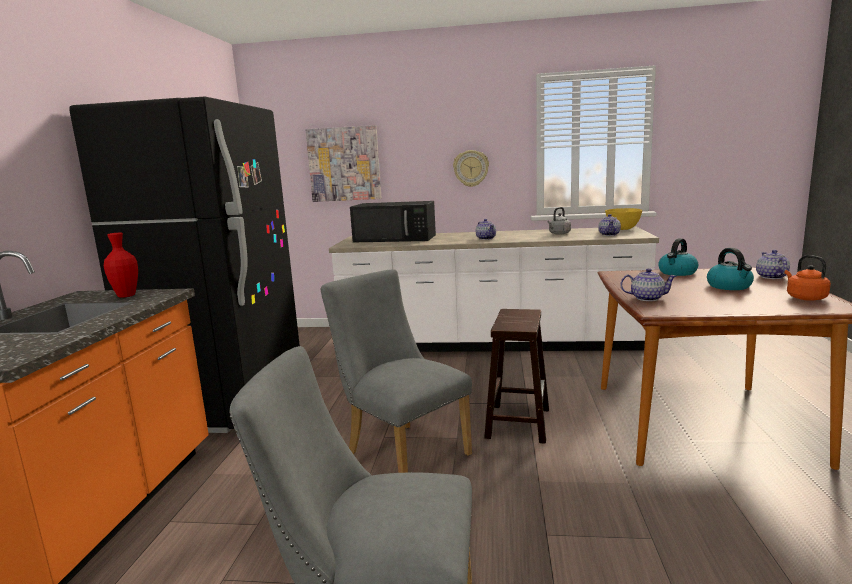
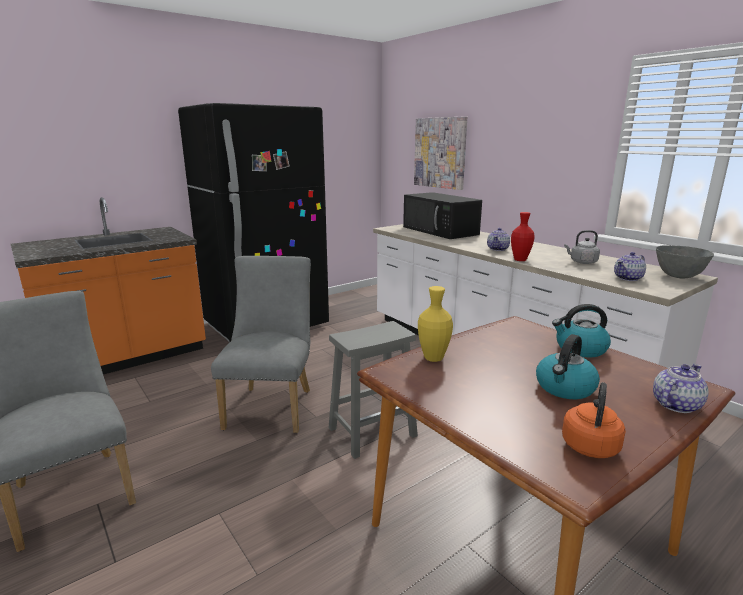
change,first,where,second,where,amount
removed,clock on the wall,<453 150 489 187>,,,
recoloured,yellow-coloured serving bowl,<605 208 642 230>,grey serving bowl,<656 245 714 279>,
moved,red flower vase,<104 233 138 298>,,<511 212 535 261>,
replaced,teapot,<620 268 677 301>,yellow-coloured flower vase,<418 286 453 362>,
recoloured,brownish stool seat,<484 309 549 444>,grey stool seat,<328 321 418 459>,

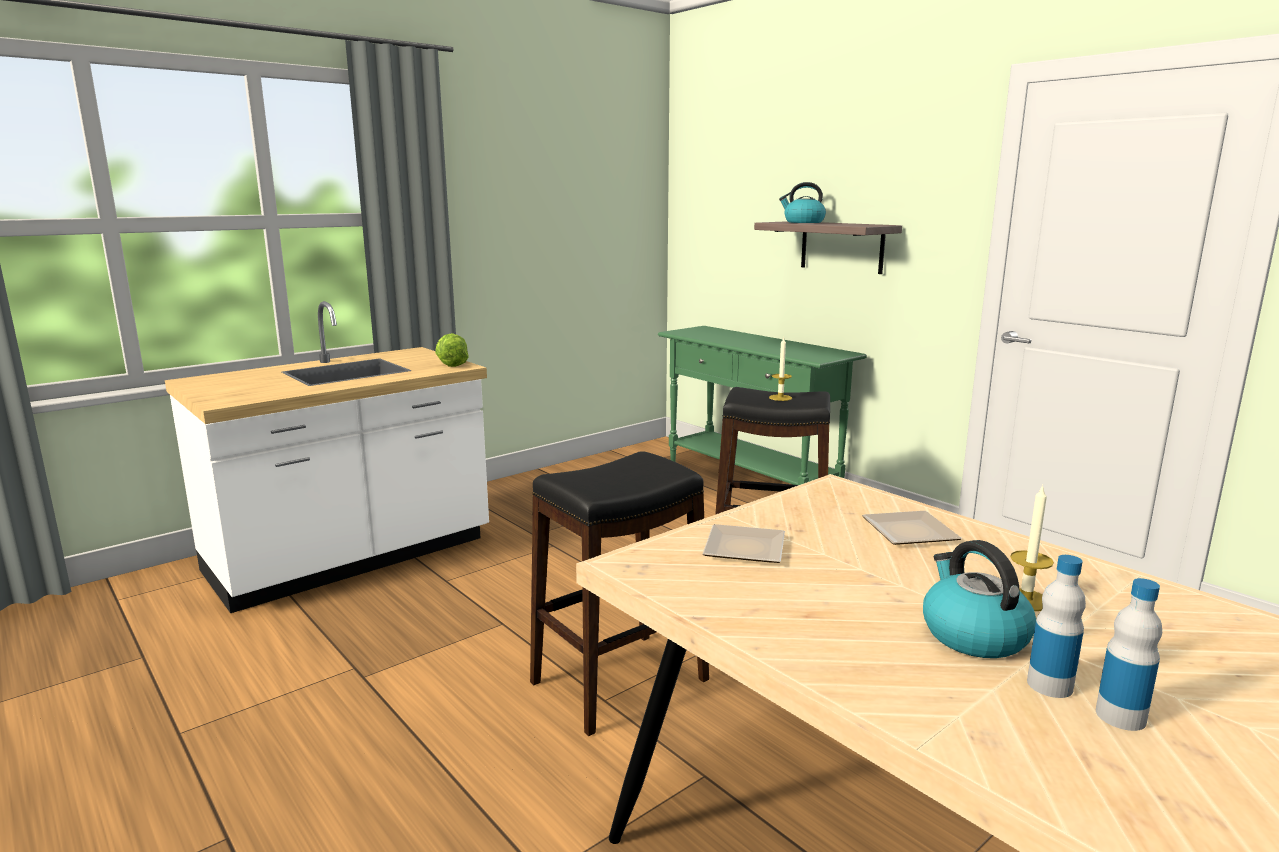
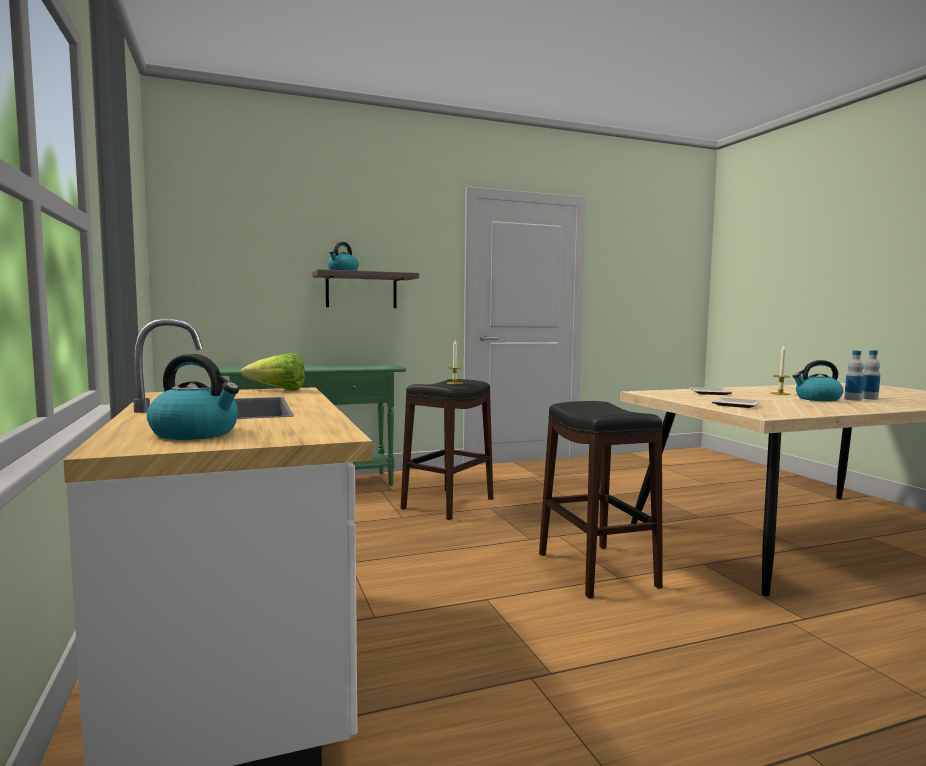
change,first,where,second,where,amount
added,,,kettle,<147 354 240 440>,

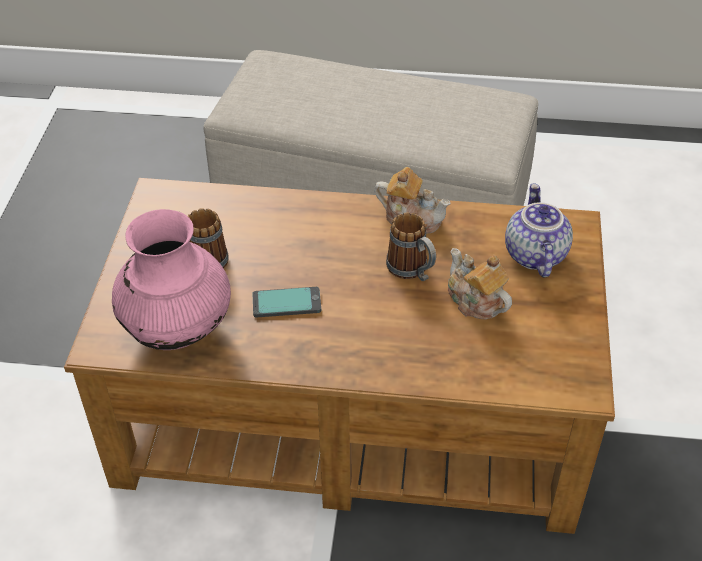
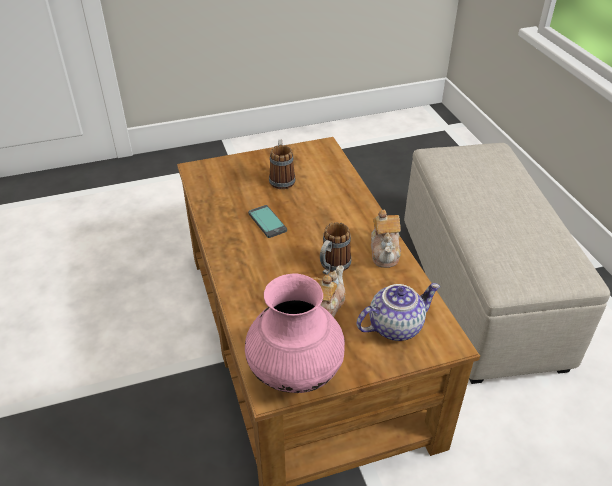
change,first,where,second,where,amount
moved,pinkish flower vase,<112 209 231 350>,,<245 273 345 393>,

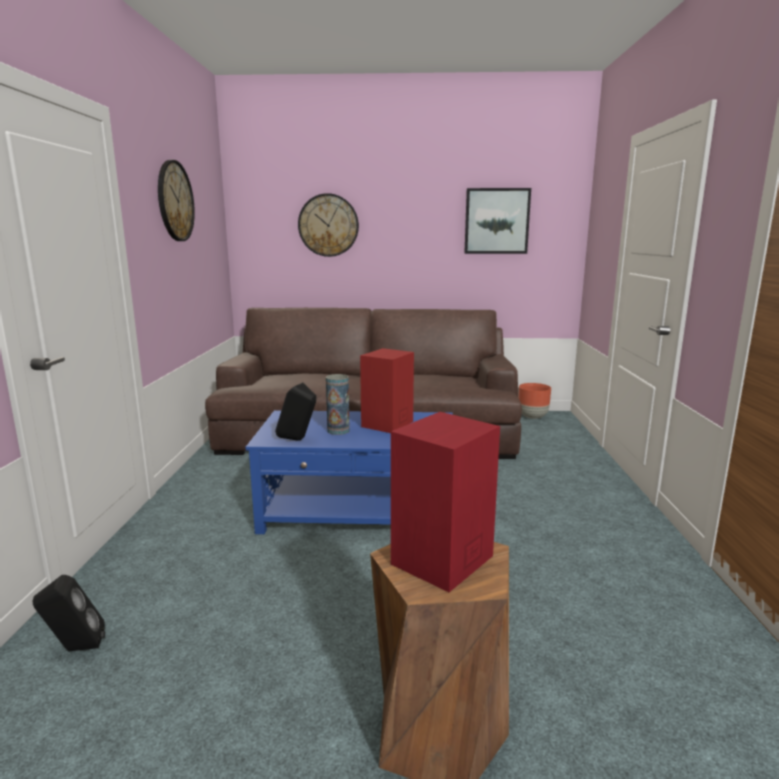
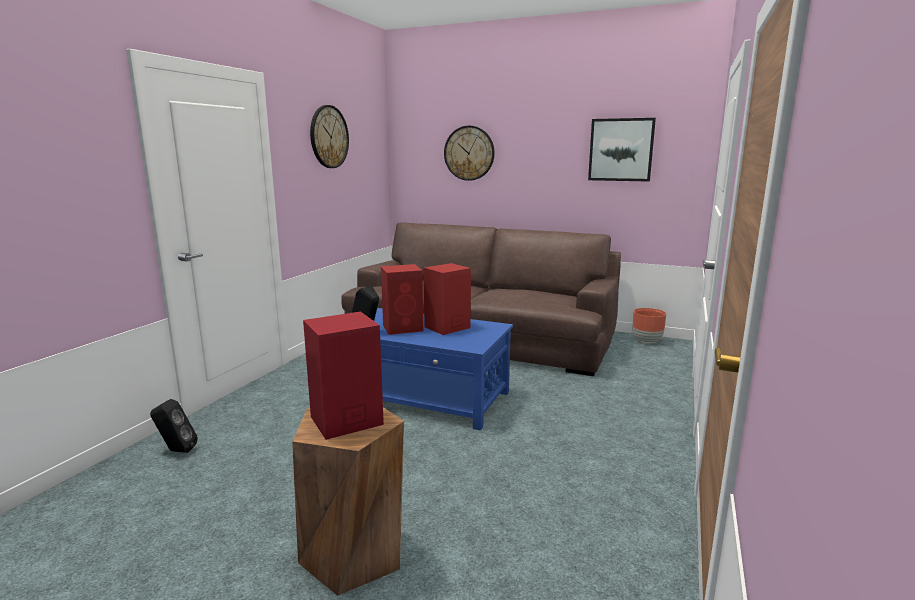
change,first,where,second,where,amount
replaced,flower vase,<326 374 350 435>,red speaker,<381 264 423 335>,

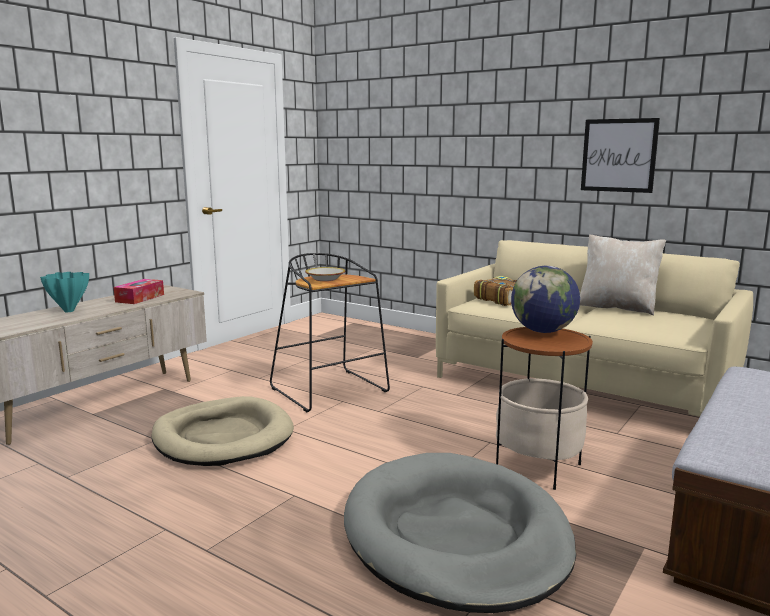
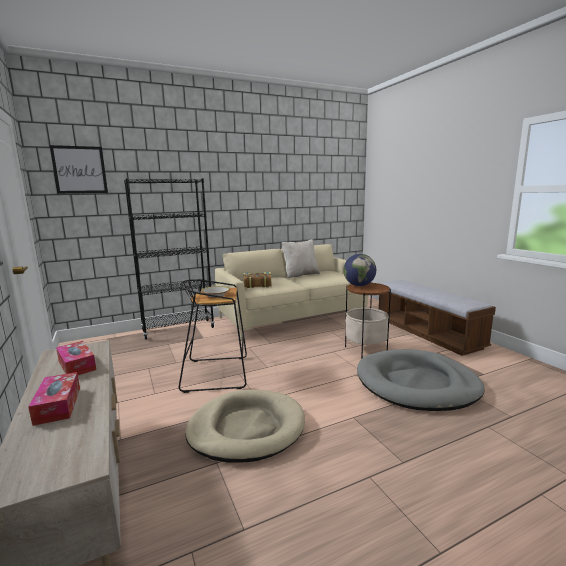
change,first,where,second,where,amount
moved,wall art,<581 118 660 193>,,<50 145 108 194>,
replaced,blue-green flower vase,<40 272 89 312>,tissue holder,<28 372 80 426>,
added,,,black bookshelf,<124 178 215 340>,

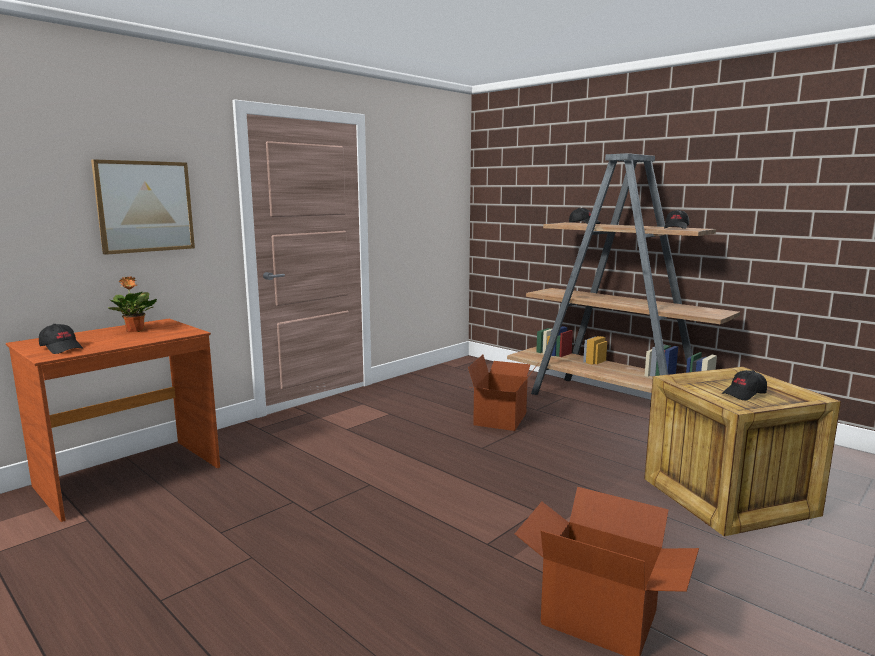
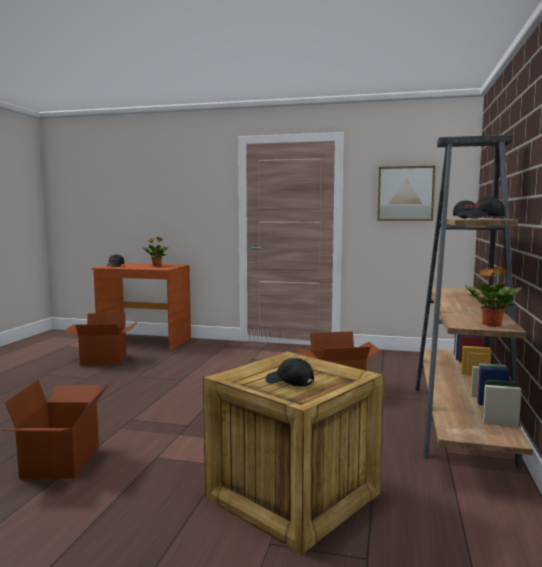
change,first,where,second,where,amount
moved,wall art,<91 159 195 255>,,<377 166 435 221>,
added,,,potted plant,<464 266 522 327>,
added,,,carton,<64 313 138 366>,

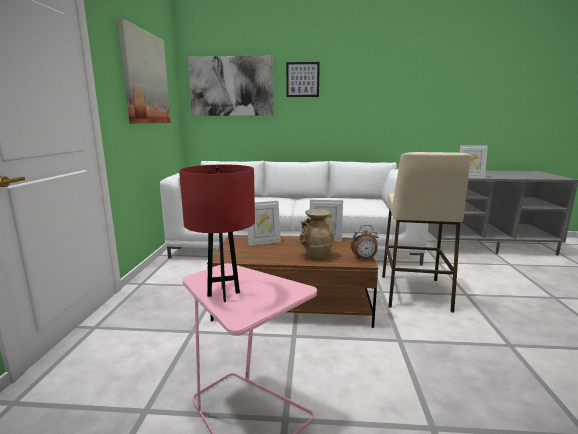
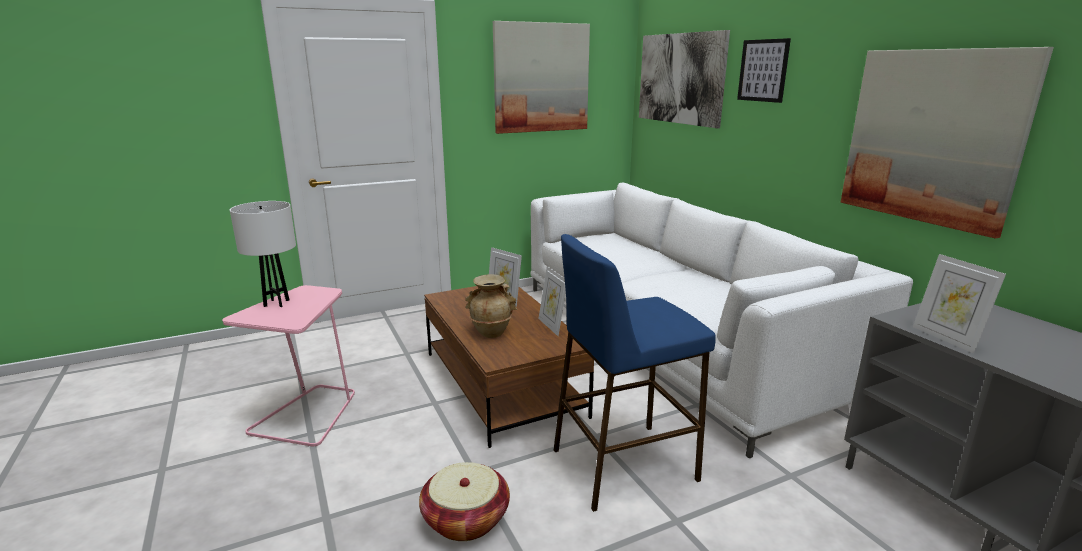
change,first,where,second,where,amount
recoloured,beige-coloured stool seat,<382 152 471 312>,blue-coloured stool seat,<554 234 716 512>,
recoloured,red lamp for a table,<179 165 255 302>,white-coloured lamp for a table,<230 201 296 307>,
removed,bedside clock,<351 225 378 260>,,,
added,,,wall art,<840 47 1054 239>,
added,,,household basket,<419 462 510 541>,

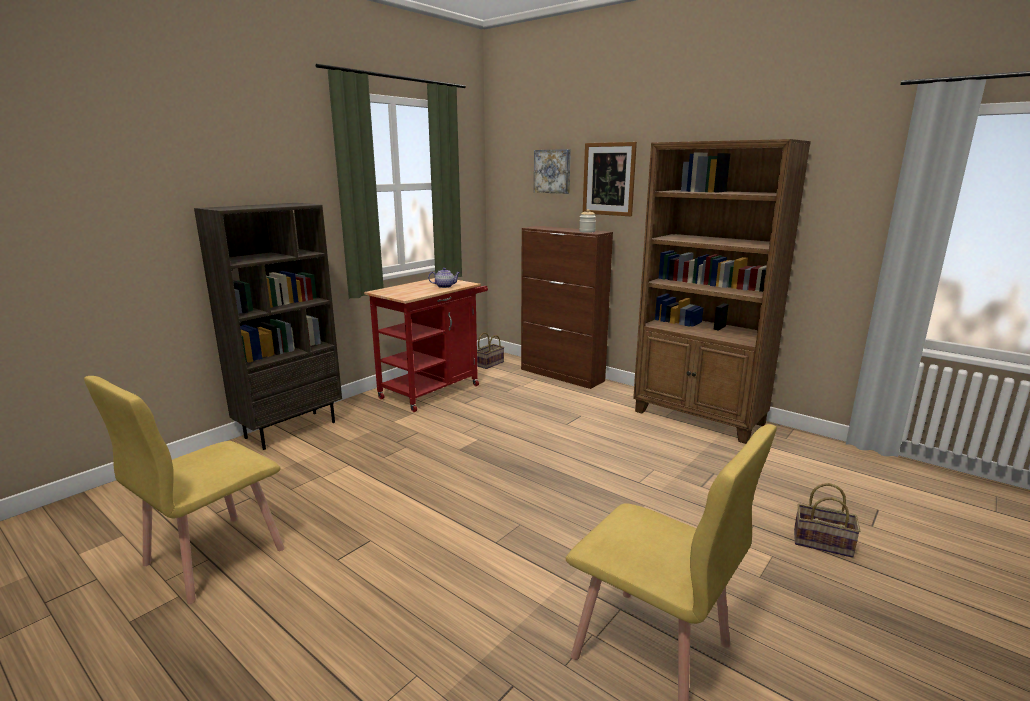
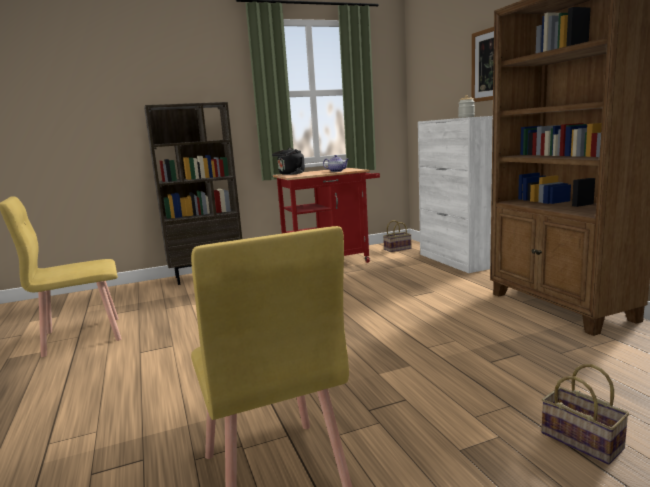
change,first,where,second,where,amount
removed,wall art,<534 149 571 194>,,,
recoloured,brownish storage cabinet,<521 226 613 389>,white-coloured storage cabinet,<418 116 493 273>,
added,,,black kettle,<272 148 305 175>,

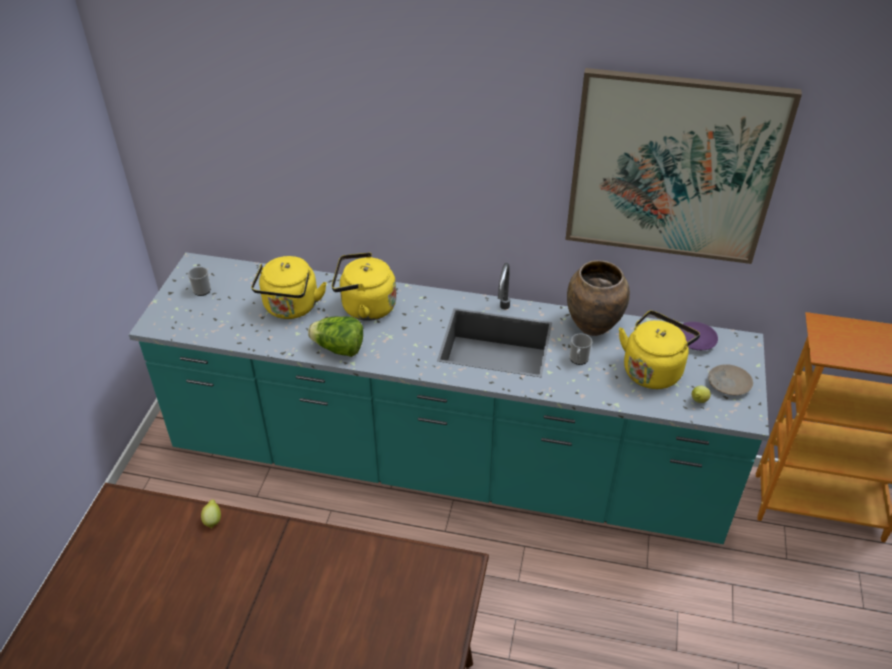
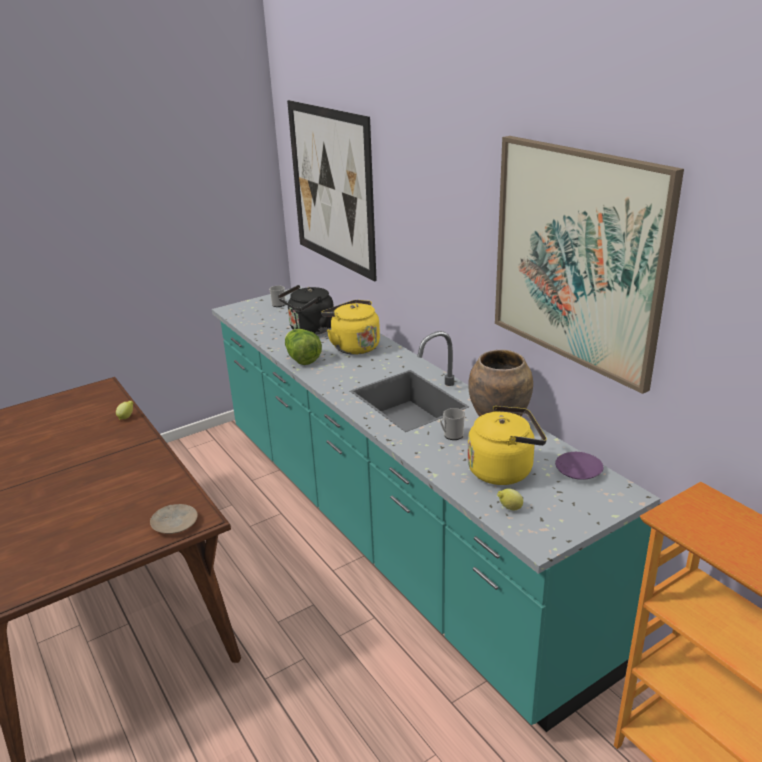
change,first,where,second,where,amount
recoloured,yellow-coloured kettle,<251 256 327 319>,black kettle,<278 285 334 335>,
moved,beige-coloured dinner plate,<708 364 753 395>,,<150 504 198 534>,
added,,,wall art,<287 100 377 281>,

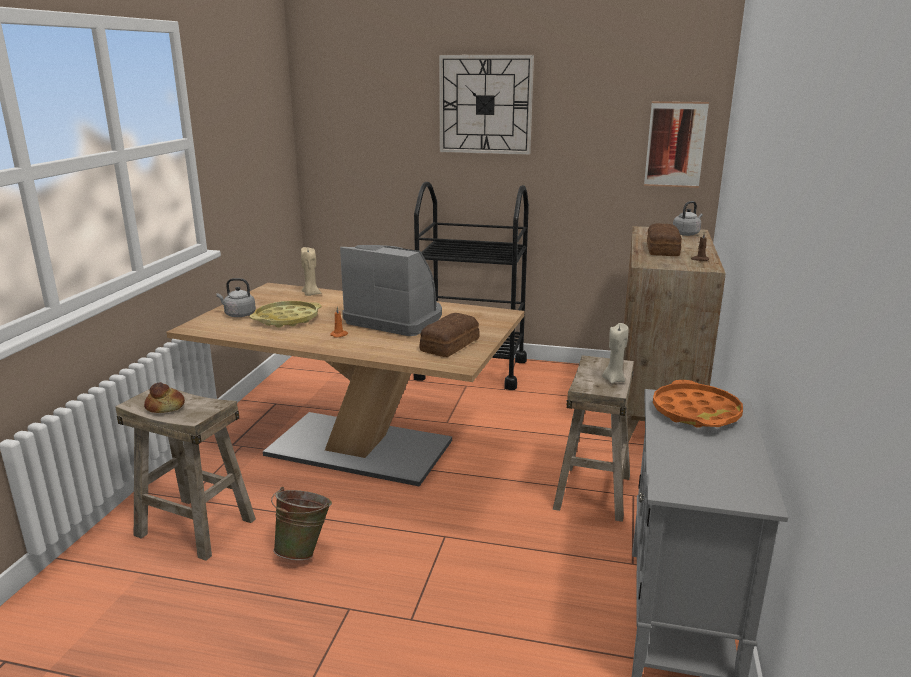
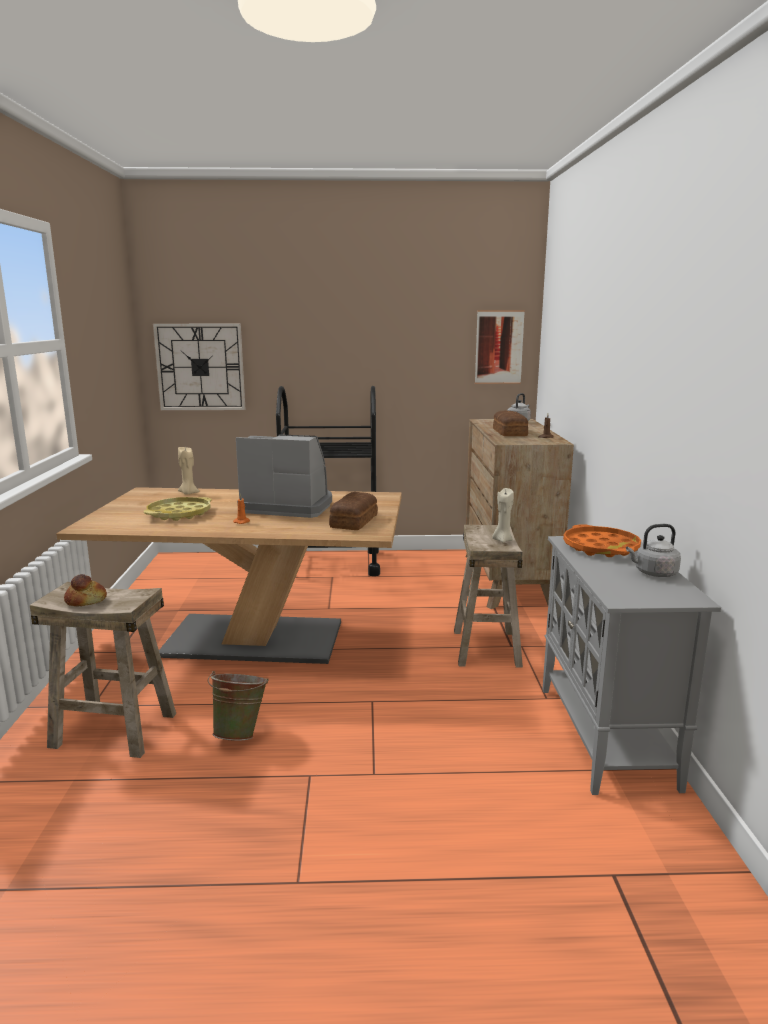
change,first,where,second,where,amount
moved,clock on the wall,<439 55 534 155>,,<153 323 246 410>,
moved,grey kettle,<216 278 256 317>,,<626 524 681 577>,

